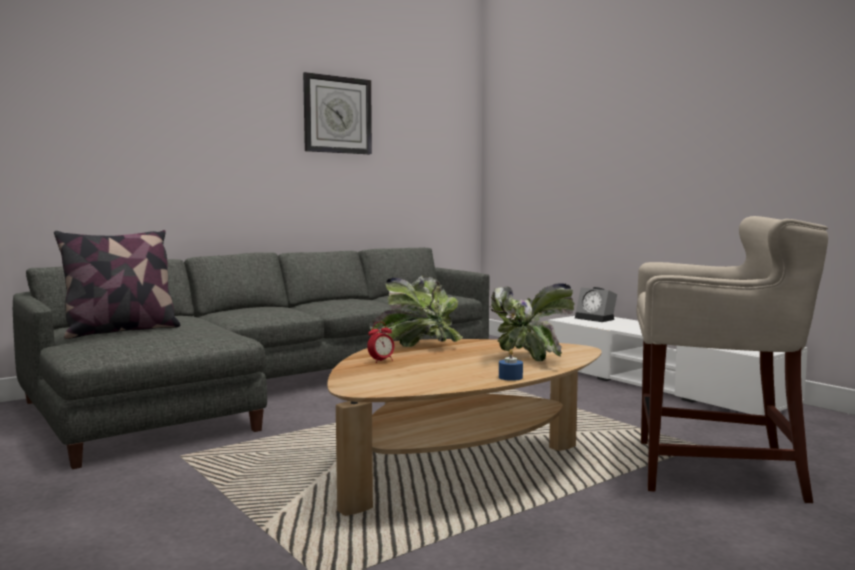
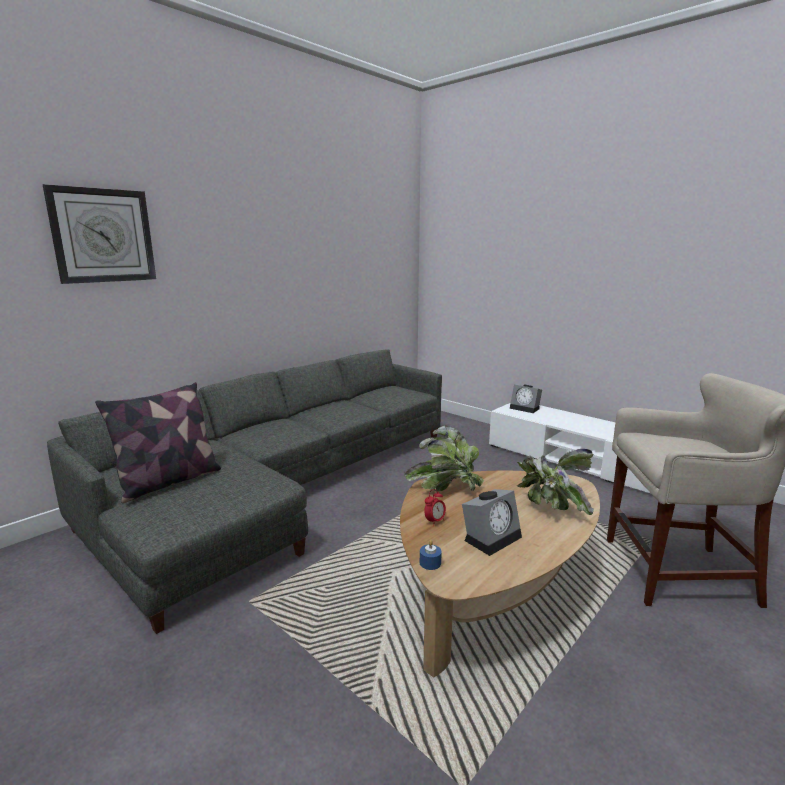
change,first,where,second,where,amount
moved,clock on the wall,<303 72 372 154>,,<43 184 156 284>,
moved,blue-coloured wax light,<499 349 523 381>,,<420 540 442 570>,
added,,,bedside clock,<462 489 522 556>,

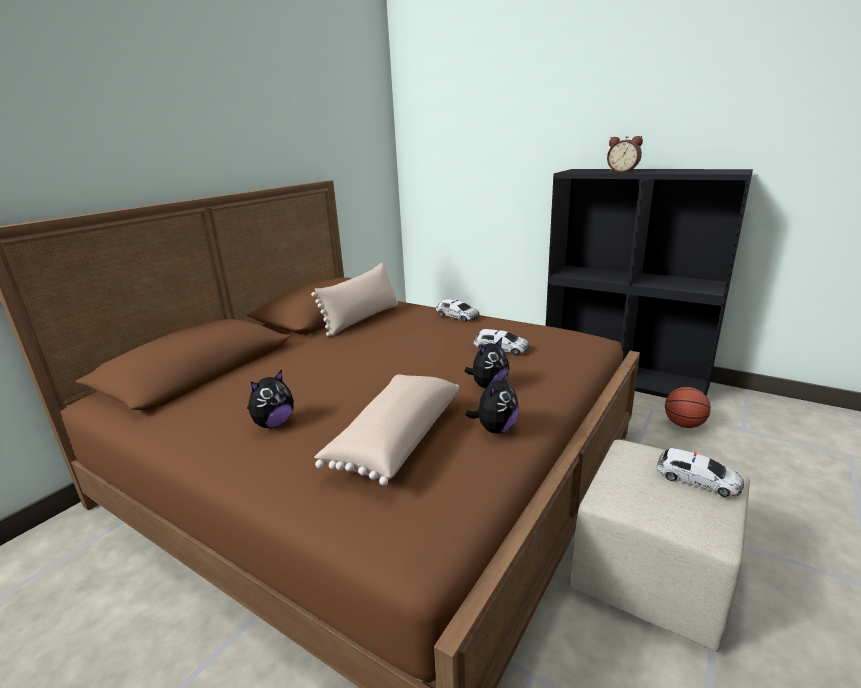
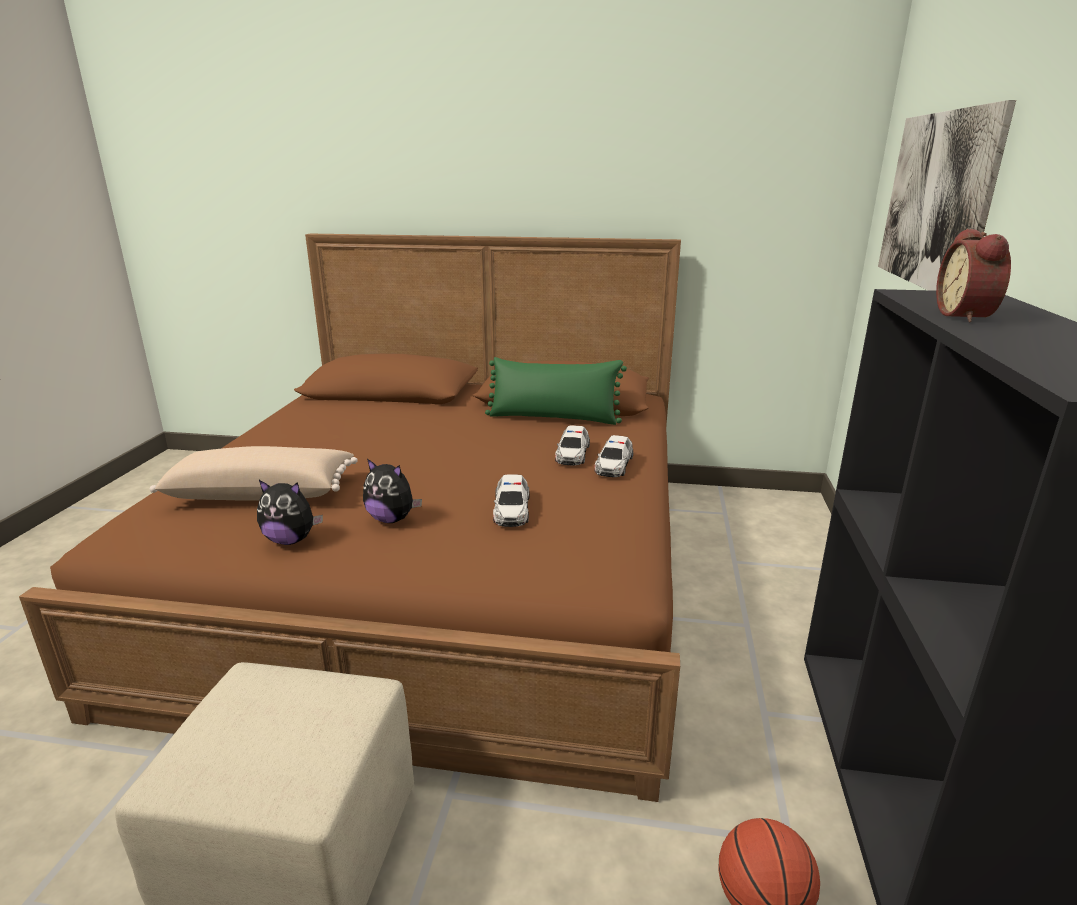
change,first,where,second,where,amount
recoloured,beige-coloured pillow,<311 262 398 337>,greenish pillow,<485 357 627 425>,
removed,cuddly toy,<247 370 294 428>,,,
moved,miniature car,<657 448 744 497>,,<555 425 590 465>,
added,,,wall art,<878 100 1016 291>,

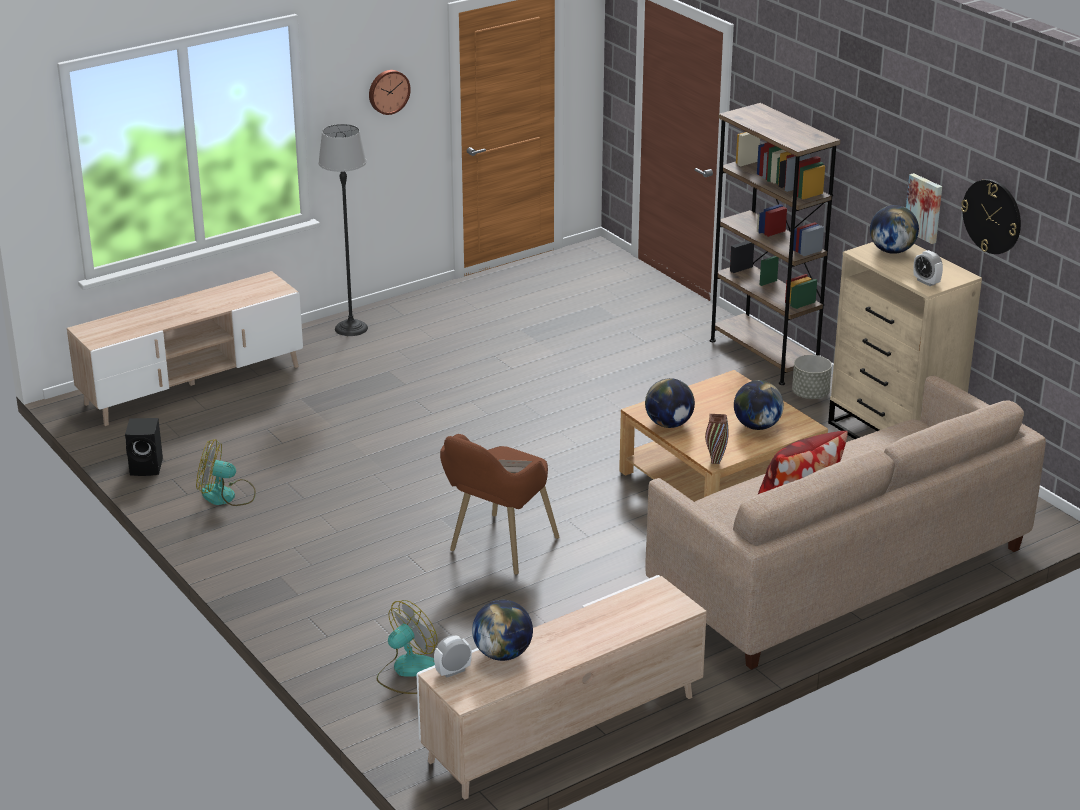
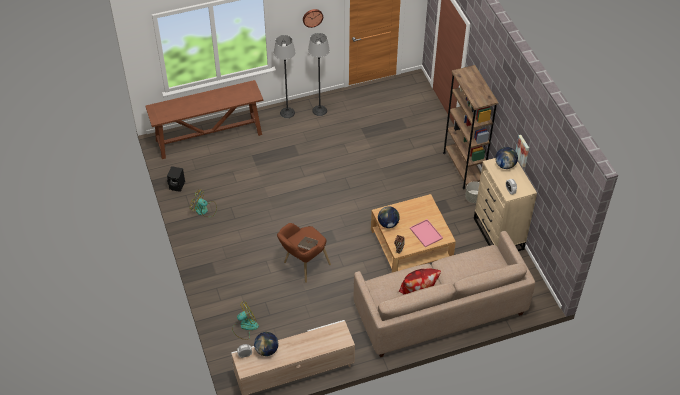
change,first,where,second,where,amount
removed,clock on the wall,<961 179 1021 254>,,,
replaced,beige-coloured tv stand,<67 271 303 426>,brownish console table,<145 80 263 159>,
replaced,globe,<734 380 784 430>,pinkish carrying tray,<410 219 443 247>,
added,,,standing lamp,<308 33 330 116>,

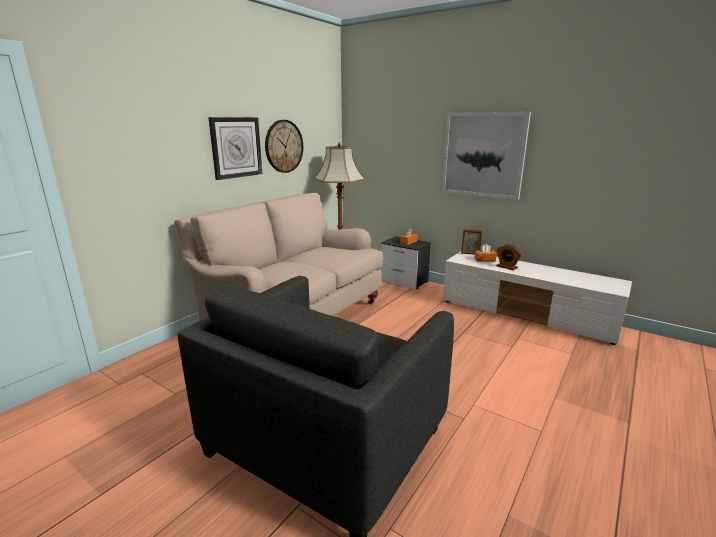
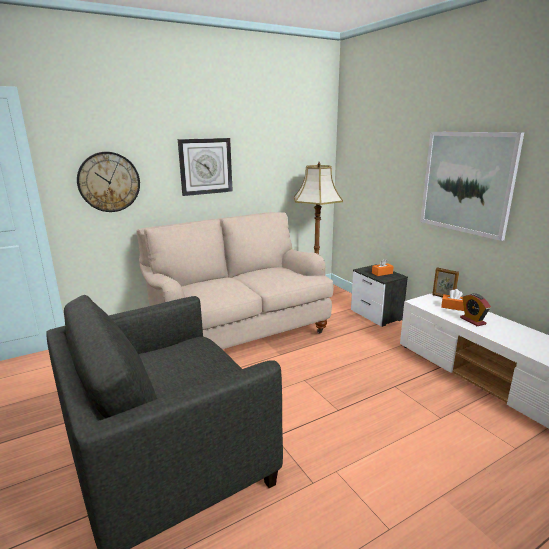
change,first,where,second,where,amount
moved,clock on the wall,<265 120 303 173>,,<77 152 140 212>,

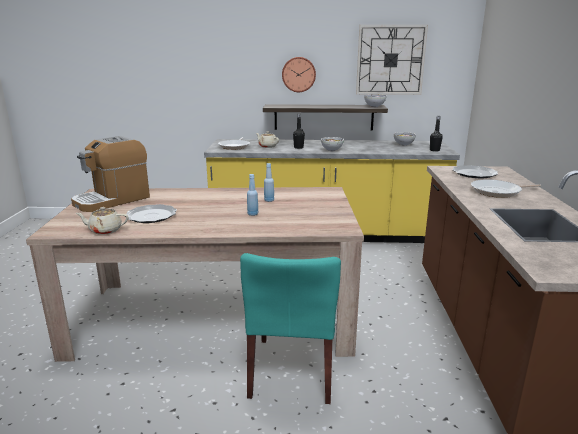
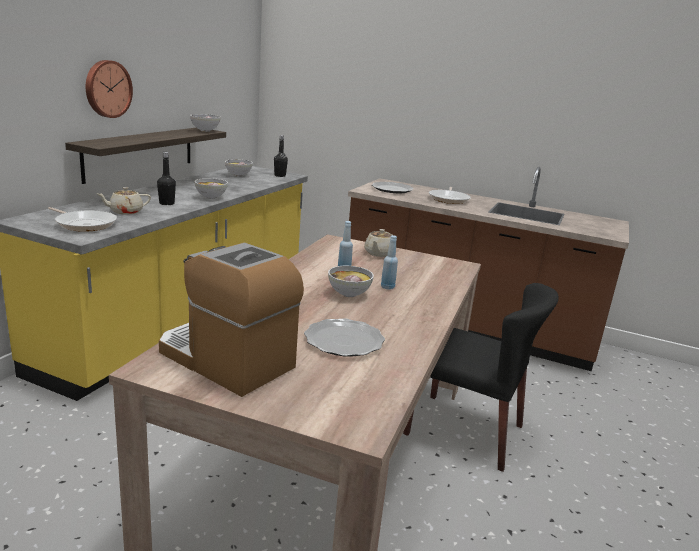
change,first,where,second,where,amount
removed,clock on the wall,<356 25 428 95>,,,
turned,coffee brewer,<71 136 150 212>,,<159 243 304 397>,150 degrees clockwise
moved,beige-coloured teapot,<76 207 128 235>,,<364 229 392 257>,
recoloured,blue-green plain chair,<240 253 341 404>,black plain chair,<403 283 559 472>,
added,,,serving bowl,<328 266 374 297>,

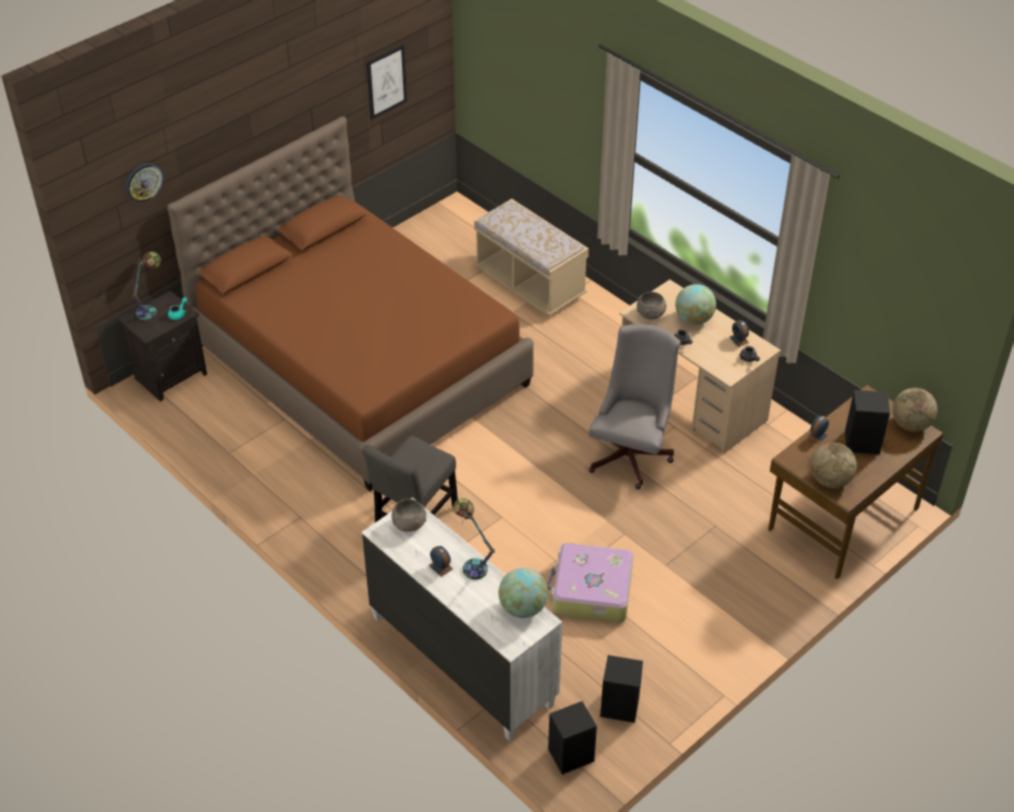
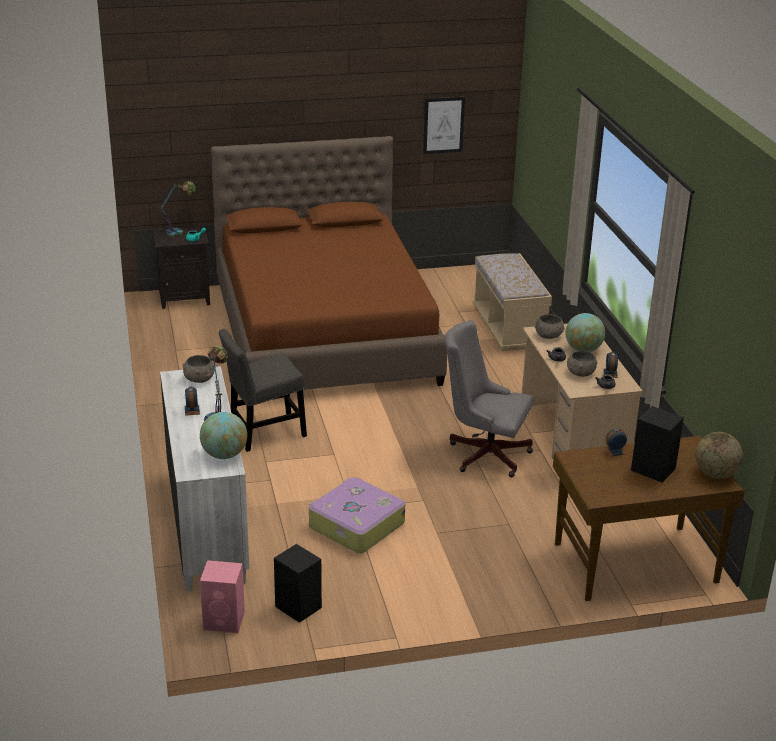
change,first,where,second,where,amount
removed,clock on the wall,<126 163 163 203>,,,
turned,grey office chair,<589 324 680 489>,,<445 320 533 477>,120 degrees counterclockwise
removed,globe,<811 443 857 488>,,,
recoloured,black speaker,<548 701 597 774>,pinkish speaker,<200 560 245 633>,
added,,,grey serving bowl,<567 351 598 377>,

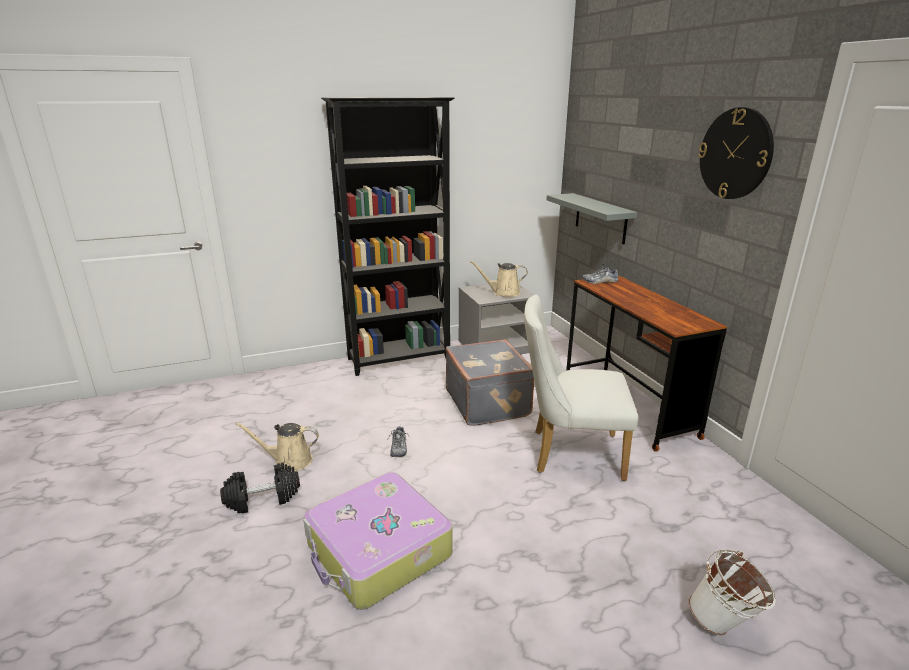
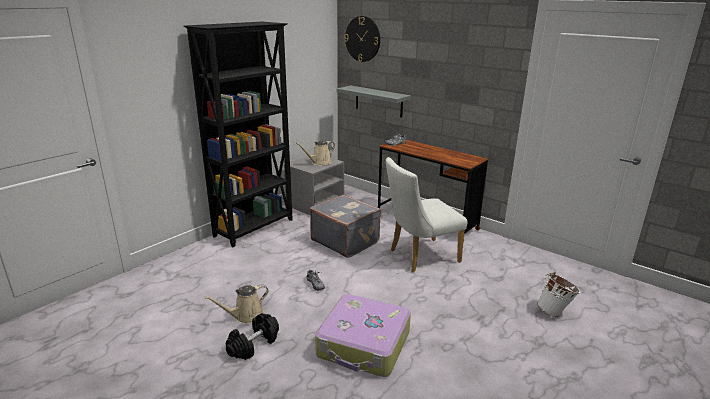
change,first,where,second,where,amount
moved,clock on the wall,<698 107 774 199>,,<345 16 380 62>,

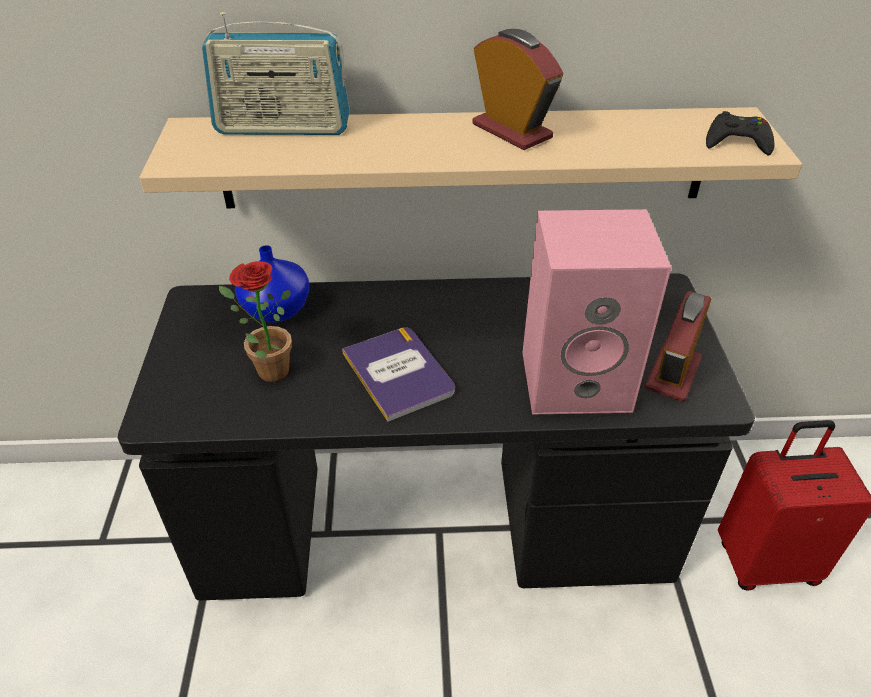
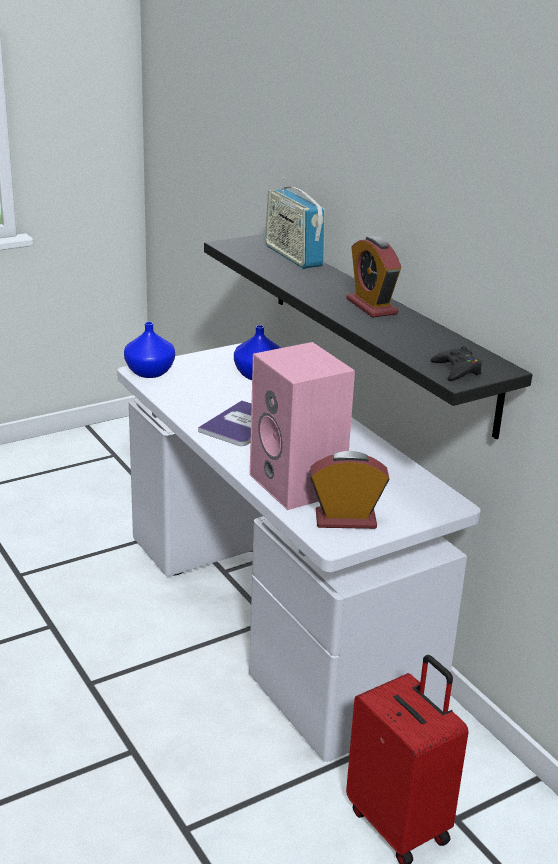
change,first,where,second,where,amount
turned,bedside clock,<473 29 563 150>,,<346 236 401 318>,135 degrees clockwise
recoloured,beige-coloured bracket shelf,<139 107 802 208>,black bracket shelf,<204 234 532 439>,
removed,potted plant,<219 261 292 382>,,,
recoloured,black desk table,<118 273 755 600>,white-coloured desk table,<117 343 481 762>,
added,,,blue-coloured flower vase,<124 322 175 378>,

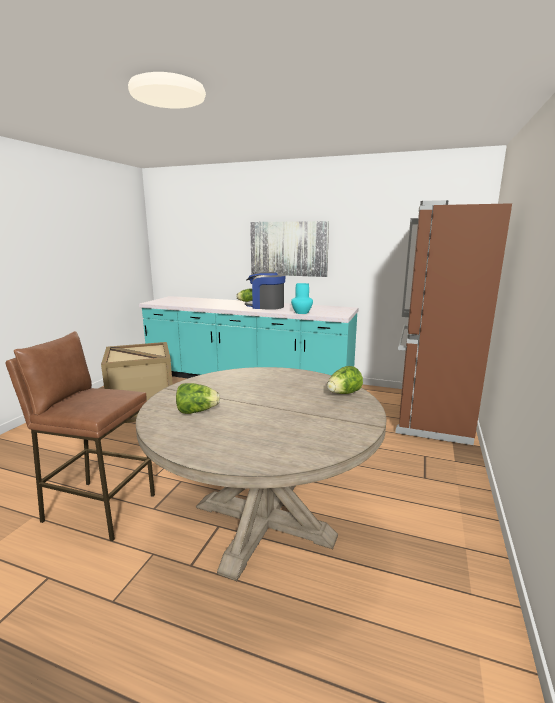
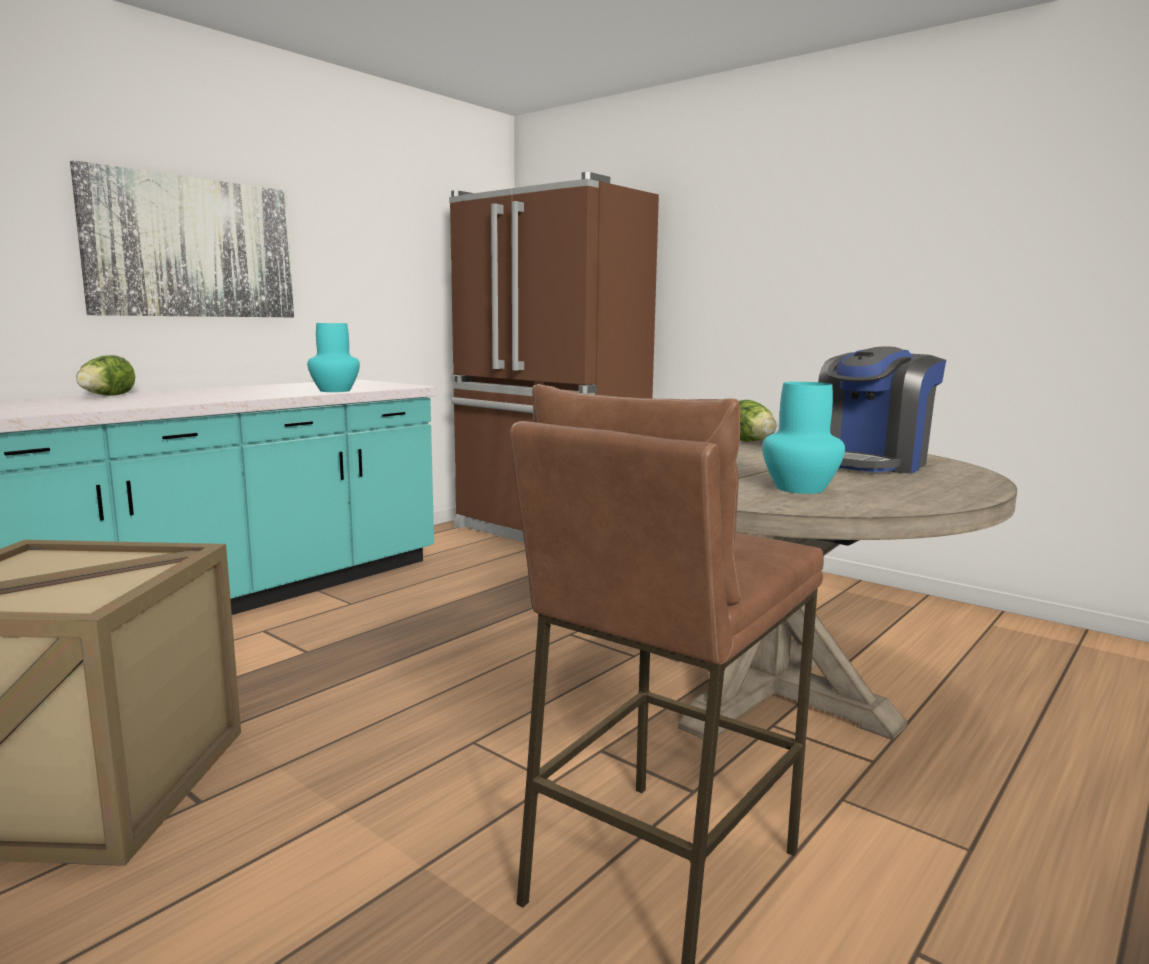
change,first,where,second,where,amount
moved,coffee brewer,<245 272 285 310>,,<818 346 946 473>,
replaced,lettuce head,<176 383 220 414>,blue-green flower vase,<762 382 845 494>,

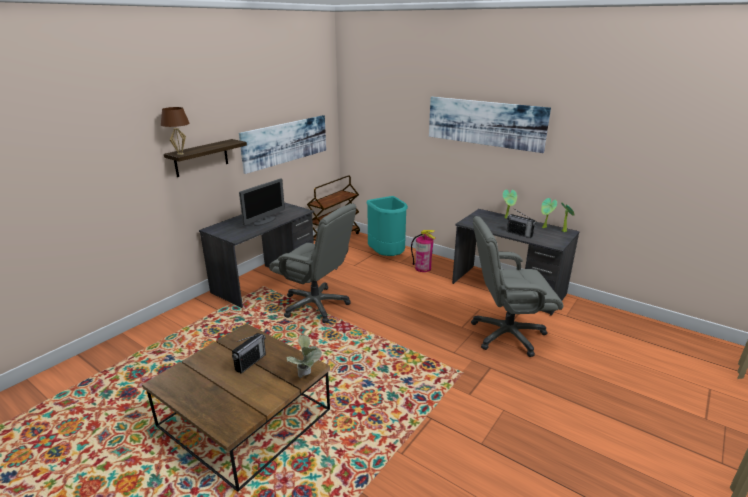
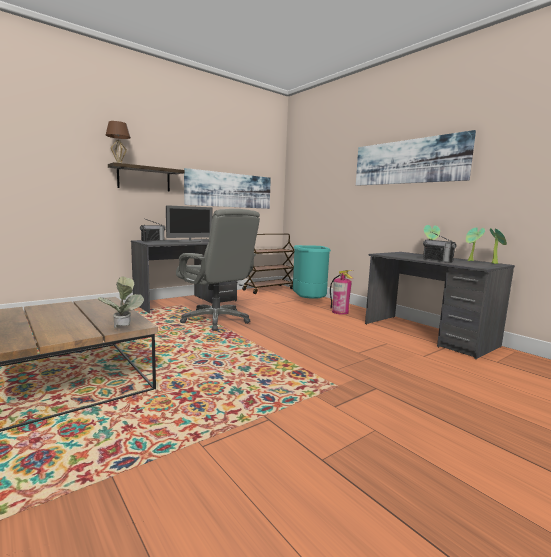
change,first,where,second,where,amount
removed,grey office chair,<471 216 563 357>,,,
moved,radio,<232 333 266 374>,,<140 219 166 241>,

